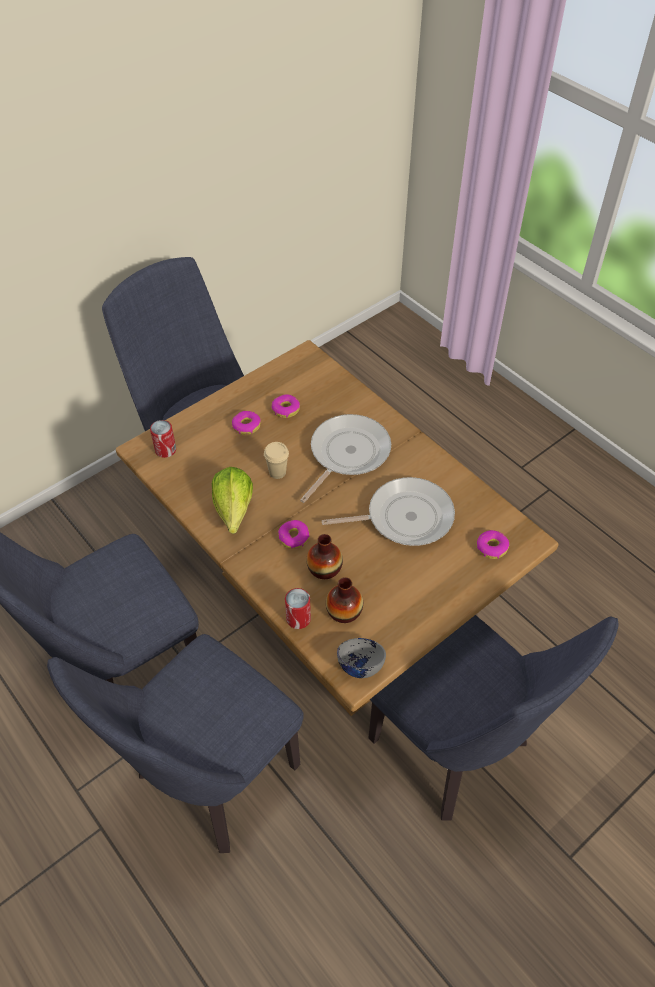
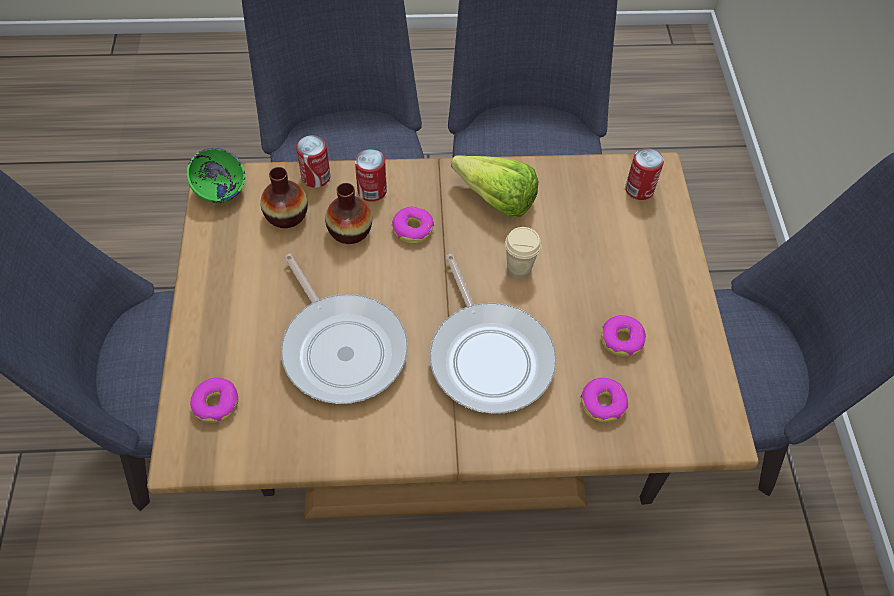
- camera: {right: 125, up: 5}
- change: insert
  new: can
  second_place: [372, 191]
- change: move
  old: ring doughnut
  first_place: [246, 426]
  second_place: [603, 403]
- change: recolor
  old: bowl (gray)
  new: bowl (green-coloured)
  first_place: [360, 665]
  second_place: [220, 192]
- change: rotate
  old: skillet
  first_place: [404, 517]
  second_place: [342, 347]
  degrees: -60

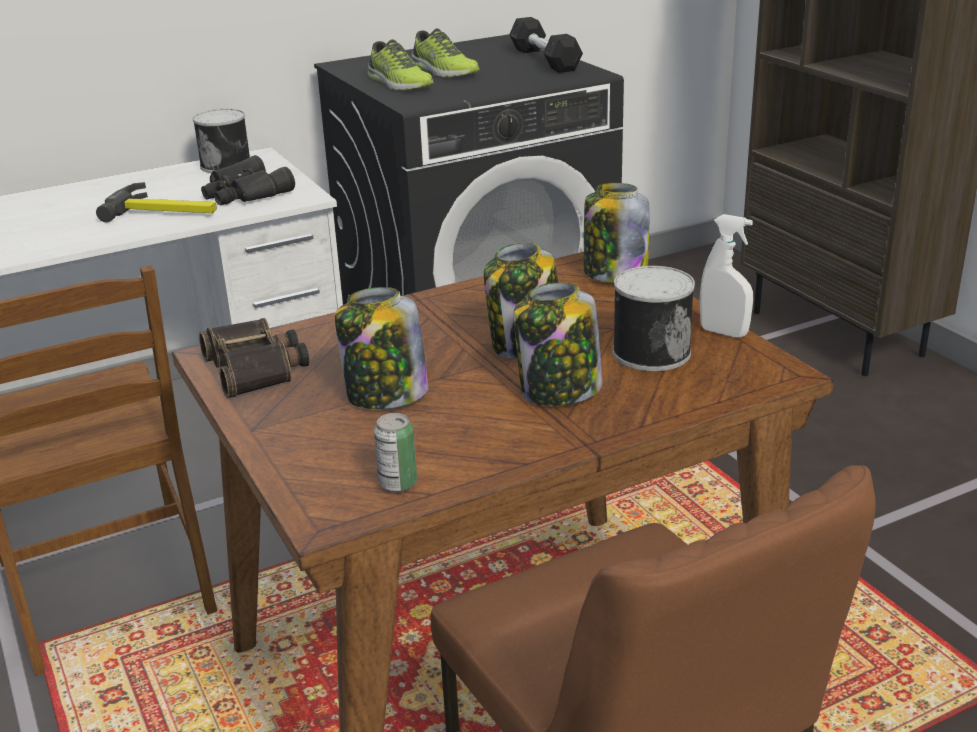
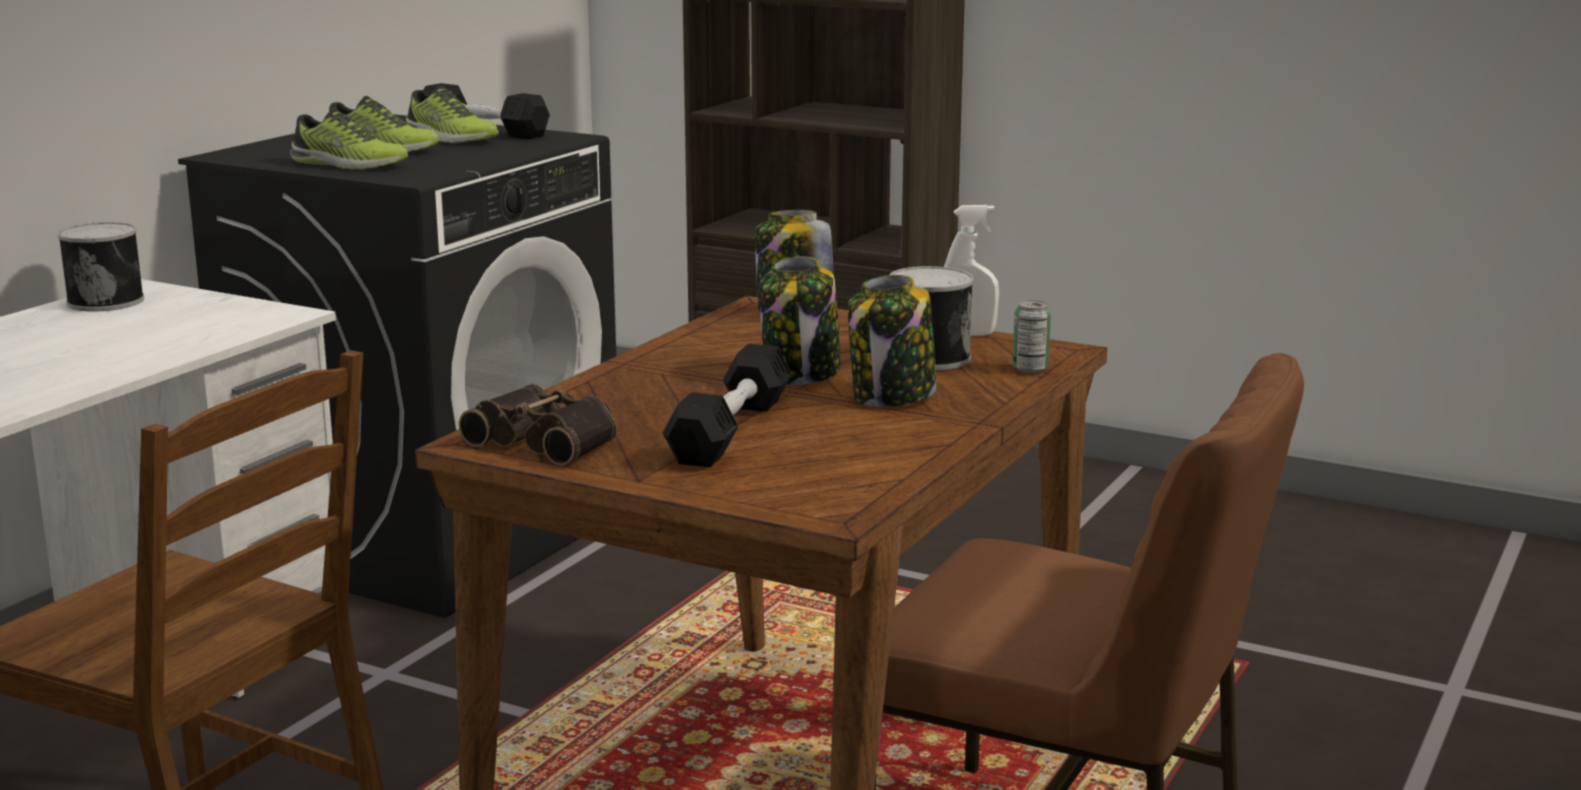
- camera: {right: -35, up: -10}
- change: delete
  old: hand hammer
  first_place: [165, 211]
- change: delete
  old: binoculars (black)
  first_place: [244, 194]
- change: insert
  new: item of footwear
  second_place: [449, 138]
- change: move
  old: can
  first_place: [398, 483]
  second_place: [1030, 369]
- change: replace
  old: jar
  new: free weight (black)
  first_place: [385, 395]
  second_place: [730, 431]

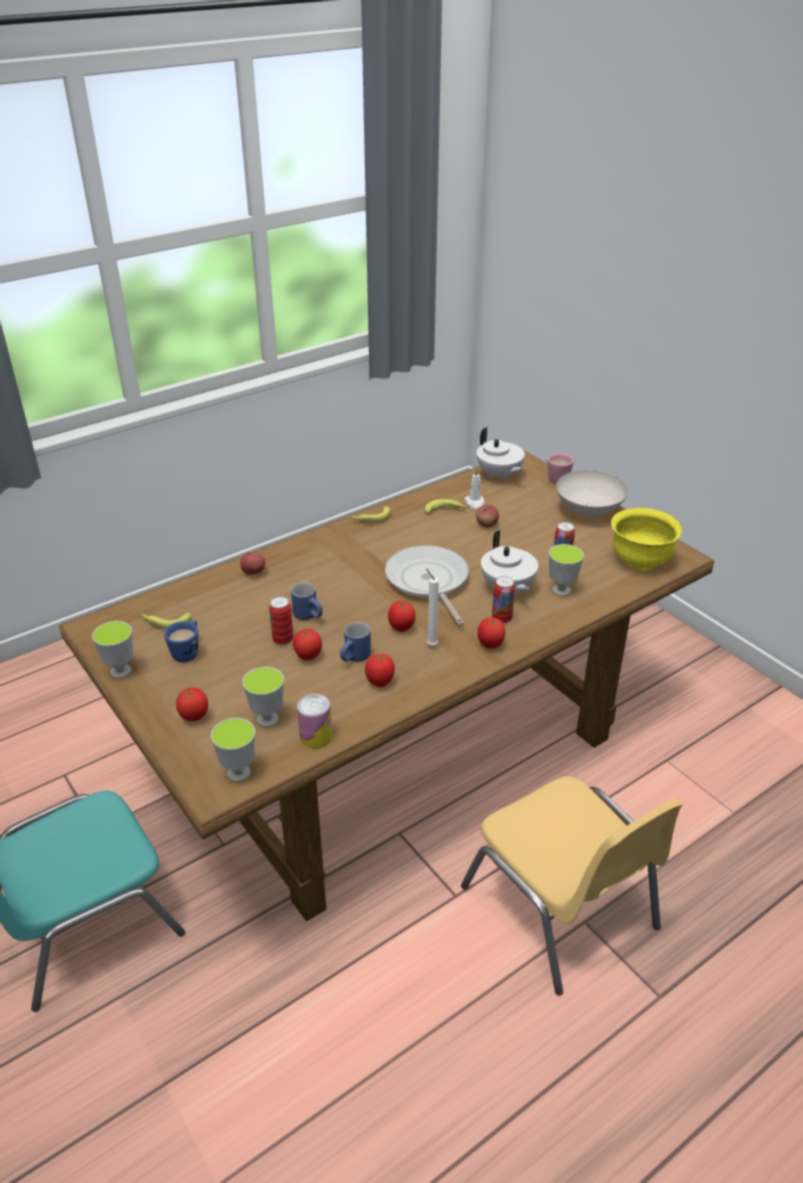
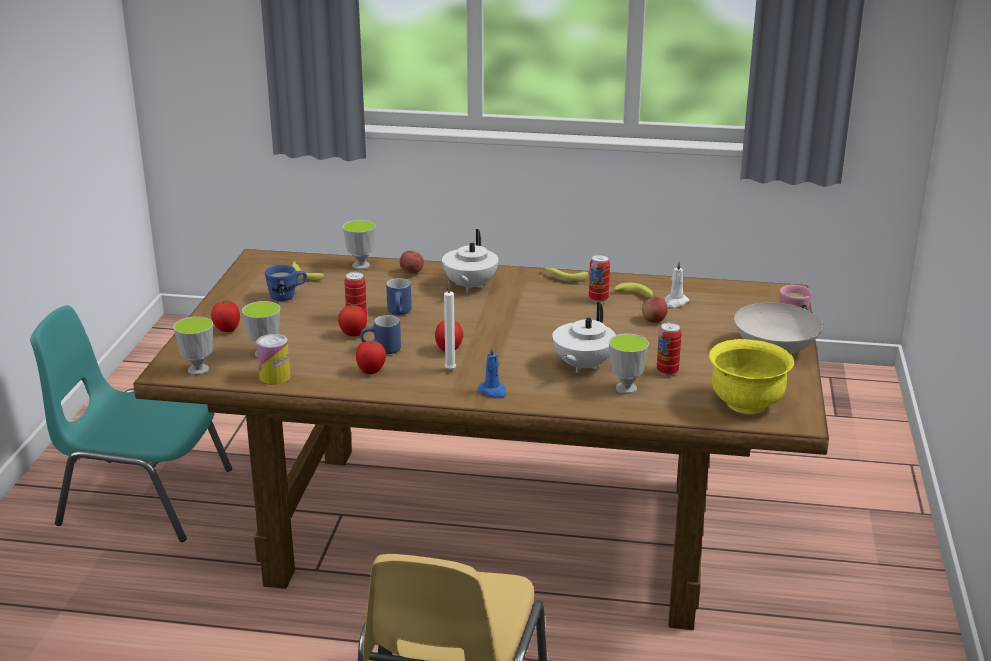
- camera: {right: 45, up: -10}
- change: delete
  old: skillet
  first_place: [428, 581]
- change: move
  old: cup
  first_place: [121, 671]
  second_place: [361, 265]
- change: move
  old: tea pot (white-coloured)
  first_place: [499, 475]
  second_place: [469, 286]
- change: move
  old: can
  first_place: [501, 618]
  second_place: [598, 299]
- change: replace
  old: tomato
  new: wax light (bluish)
  first_place: [490, 645]
  second_place: [493, 391]

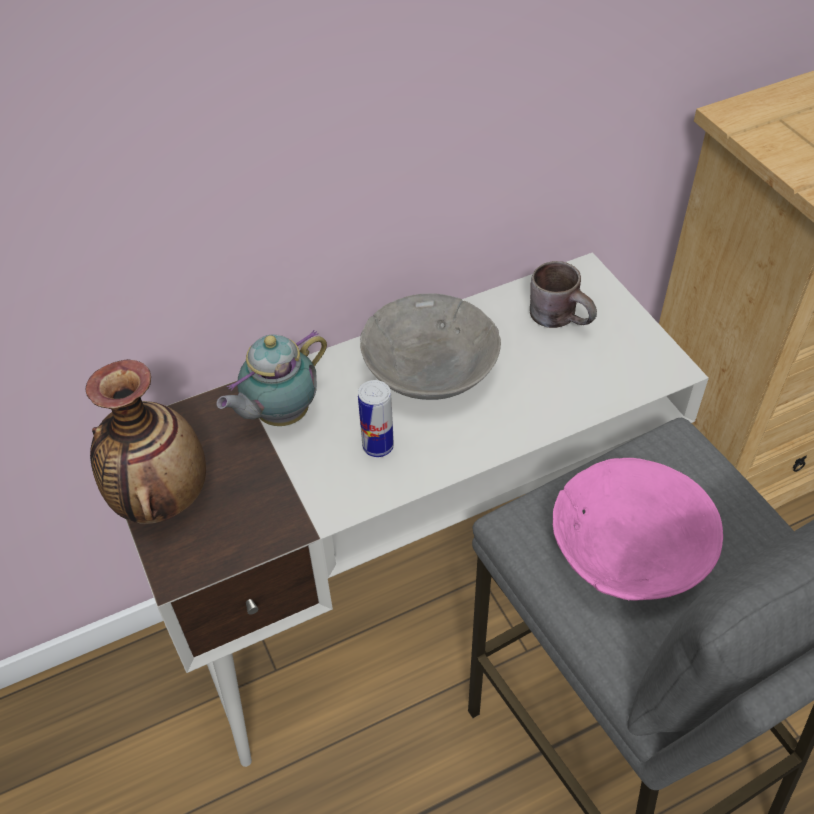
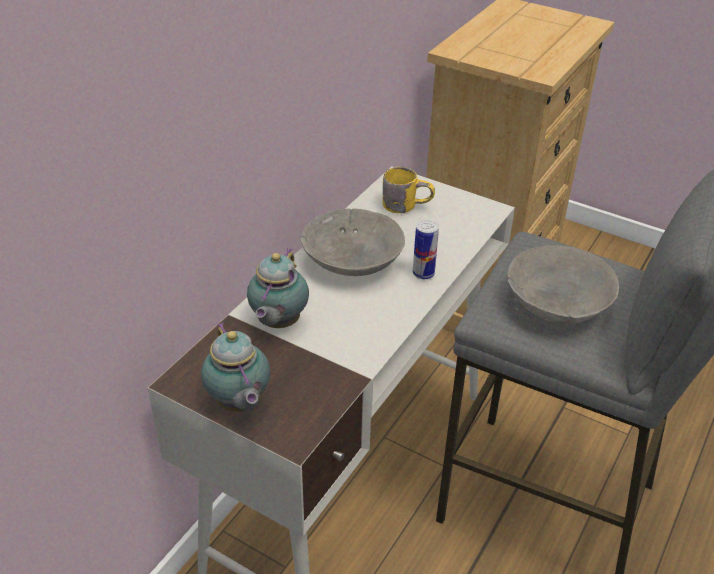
- camera: {right: -35, up: -10}
- change: move
  old: can
  first_place: [378, 446]
  second_place: [423, 273]
- change: replace
  old: flower vase
  new: tea pot
  first_place: [160, 497]
  second_place: [239, 404]
- change: recolor
  old: coffee mug (brown-coloured)
  new: coffee mug (yellow)
  first_place: [562, 316]
  second_place: [406, 205]
- change: recolor
  old: bowl (pink)
  new: bowl (gray)
  first_place: [630, 549]
  second_place: [557, 302]

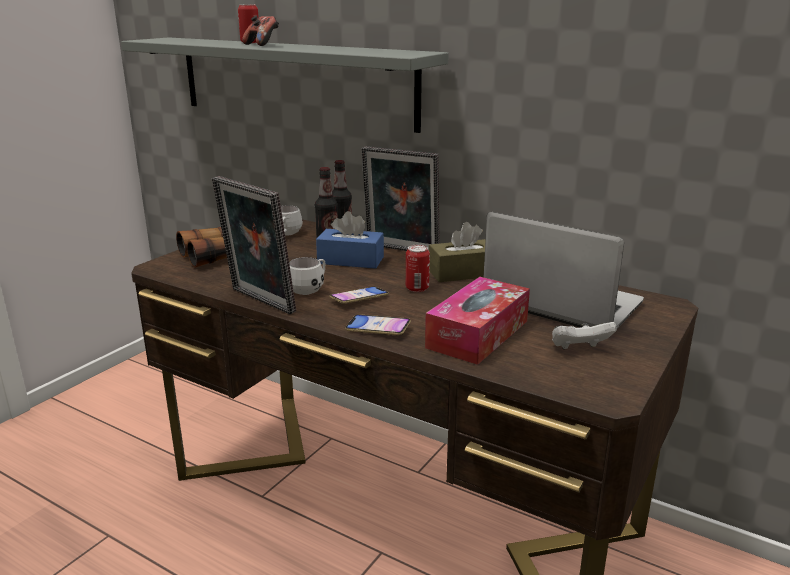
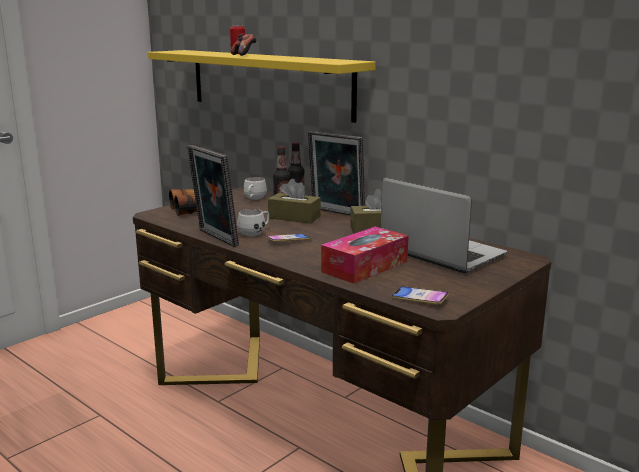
- camera: {right: 10, up: -5}
- change: delete
  old: can
  first_place: [417, 288]
- change: delete
  old: gamepad (white-coloured)
  first_place: [579, 349]
- change: move
  old: telephone
  first_place: [378, 329]
  second_place: [419, 299]
- change: recolor
  old: bracket shelf (gray)
  new: bracket shelf (yellow)
  first_place: [293, 81]
  second_place: [268, 83]
- change: recolor
  old: tissue box (bluish)
  new: tissue box (brown-coloured)
  first_place: [350, 260]
  second_place: [294, 217]

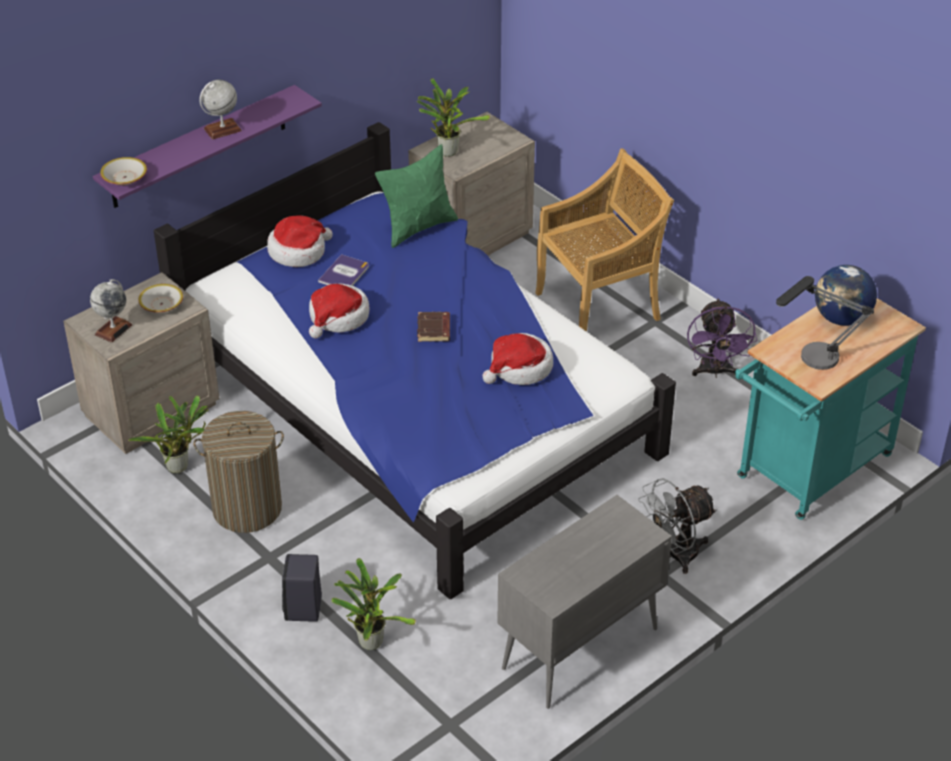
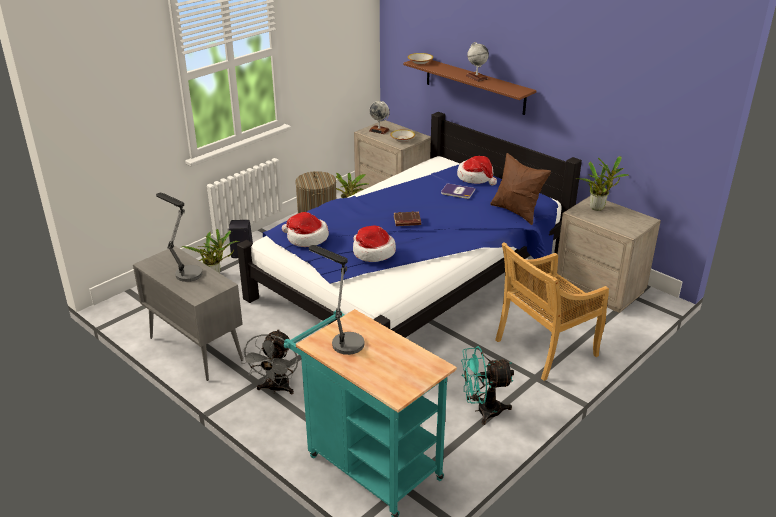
- camera: {right: 85, up: -10}
- change: delete
  old: desk globe
  first_place: [841, 319]
- change: insert
  new: table lamp
  second_place: [185, 271]
- change: move
  old: hat
  first_place: [338, 317]
  second_place: [306, 238]
- change: recolor
  old: bracket shelf (purple)
  new: bracket shelf (brown-coloured)
  first_place: [199, 147]
  second_place: [474, 85]
- change: recolor
  old: throw pillow (green-coloured)
  new: throw pillow (brown-coloured)
  first_place: [418, 227]
  second_place: [517, 212]
- change: recolor
  old: cooling fan (purple)
  new: cooling fan (turquoise-coloured)
  first_place: [715, 372]
  second_place: [482, 410]
- change: rotate
  old: upright chair (beige-coloured)
  first_place: [599, 305]
  second_place: [544, 349]
  degrees: 90
- change: rotate
  old: cooling fan (gray)
  first_place: [674, 555]
  second_place: [276, 389]
  degrees: -135

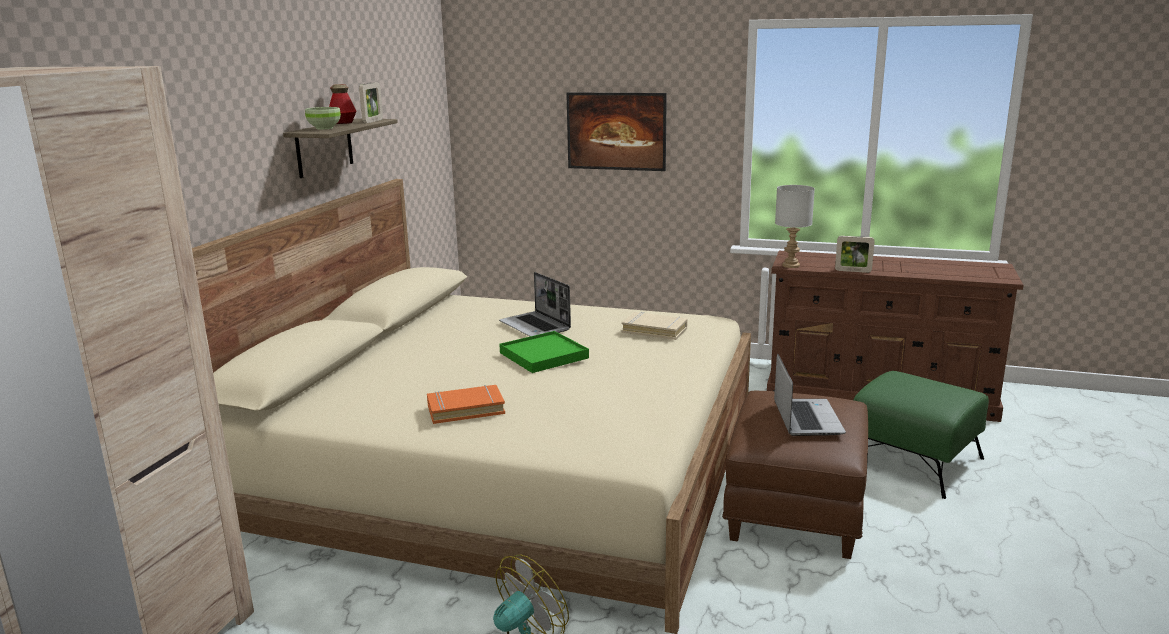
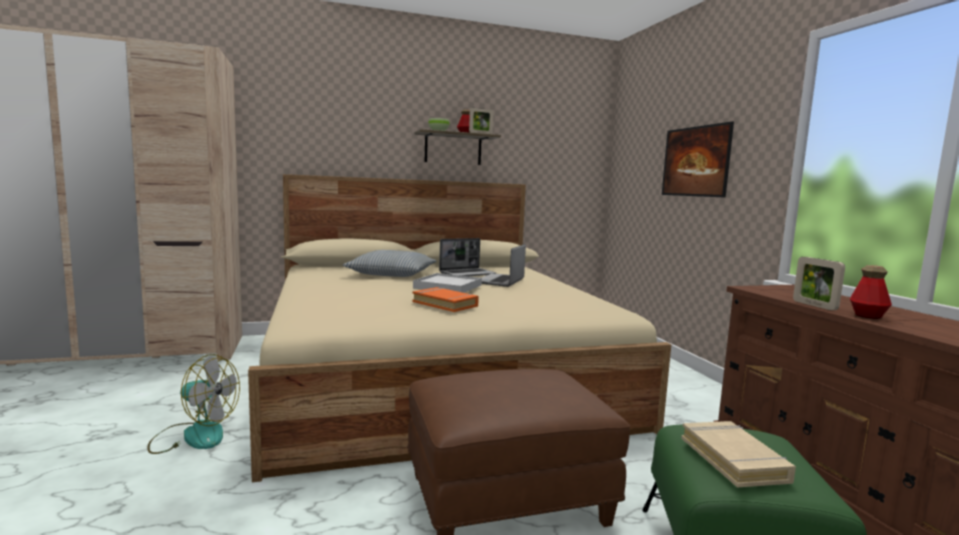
- camera: {right: 55, up: -10}
- change: delete
  old: table lamp (gray)
  first_place: [791, 265]
- change: insert
  new: throw pillow
  second_place: [392, 274]
- change: insert
  new: drink bottle
  second_place: [867, 316]
- change: move
  old: book (orangey)
  first_place: [465, 409]
  second_place: [445, 304]
- change: move
  old: book (beige-coloured)
  first_place: [654, 330]
  second_place: [734, 459]
- change: move
  old: laptop
  first_place: [806, 418]
  second_place: [467, 273]
- change: recolor
  old: carrying tray (green-coloured)
  new: carrying tray (white-coloured)
  first_place: [544, 355]
  second_place: [448, 286]

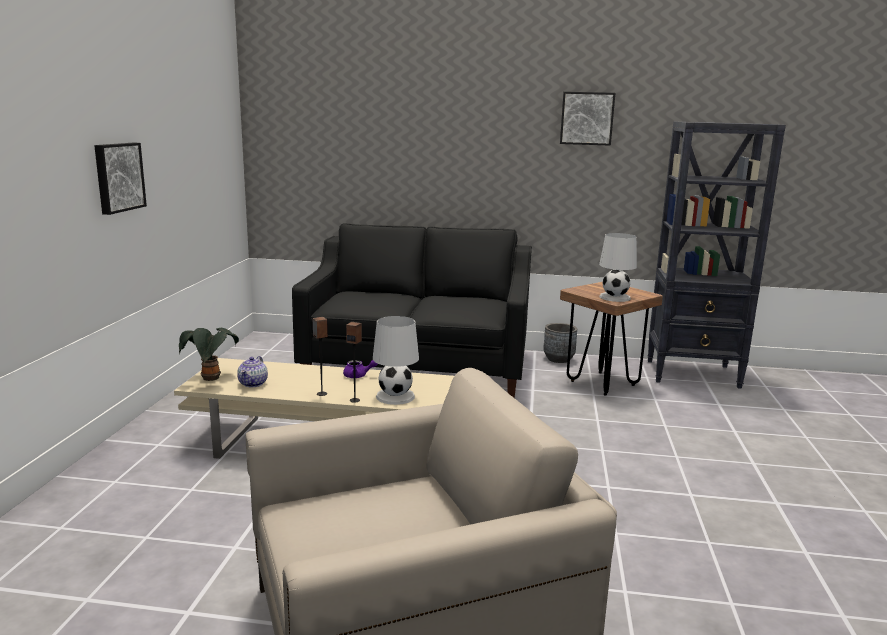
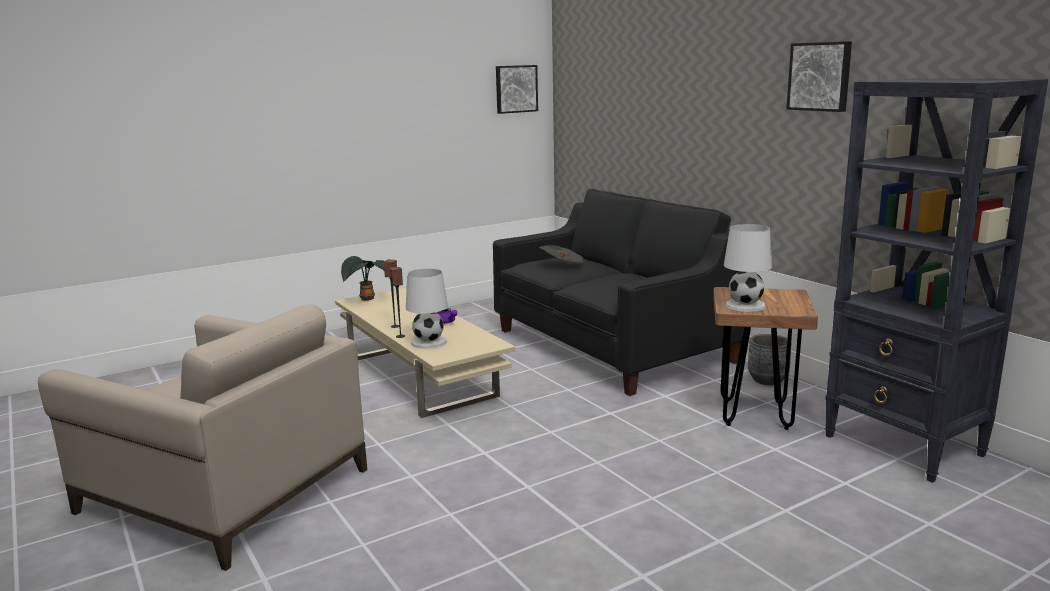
- camera: {right: 50, up: 0}
- change: delete
  old: tea pot
  first_place: [253, 383]
- change: insert
  new: daily paper
  second_place: [564, 266]
- change: move
  old: wall picture
  first_place: [118, 177]
  second_place: [515, 89]

